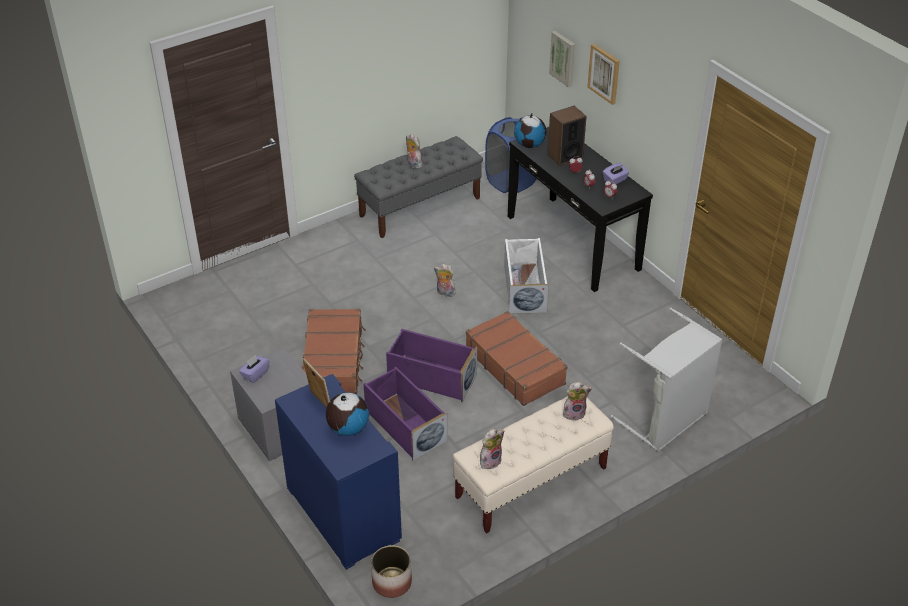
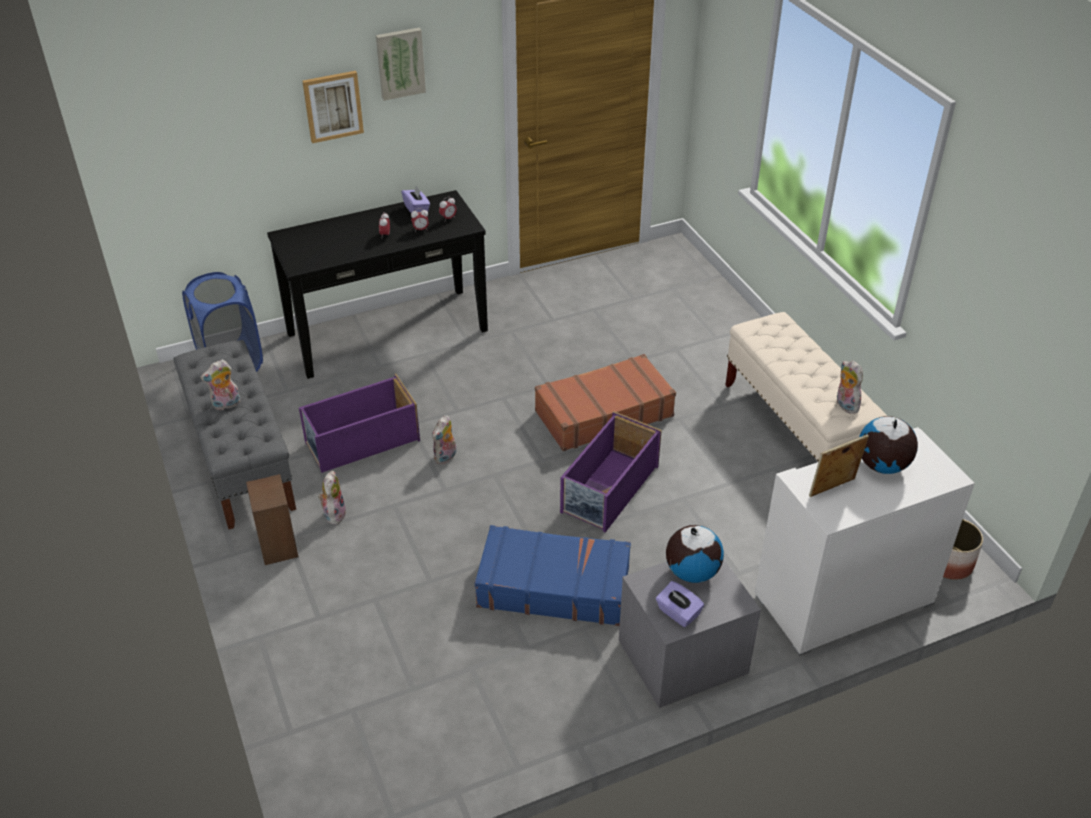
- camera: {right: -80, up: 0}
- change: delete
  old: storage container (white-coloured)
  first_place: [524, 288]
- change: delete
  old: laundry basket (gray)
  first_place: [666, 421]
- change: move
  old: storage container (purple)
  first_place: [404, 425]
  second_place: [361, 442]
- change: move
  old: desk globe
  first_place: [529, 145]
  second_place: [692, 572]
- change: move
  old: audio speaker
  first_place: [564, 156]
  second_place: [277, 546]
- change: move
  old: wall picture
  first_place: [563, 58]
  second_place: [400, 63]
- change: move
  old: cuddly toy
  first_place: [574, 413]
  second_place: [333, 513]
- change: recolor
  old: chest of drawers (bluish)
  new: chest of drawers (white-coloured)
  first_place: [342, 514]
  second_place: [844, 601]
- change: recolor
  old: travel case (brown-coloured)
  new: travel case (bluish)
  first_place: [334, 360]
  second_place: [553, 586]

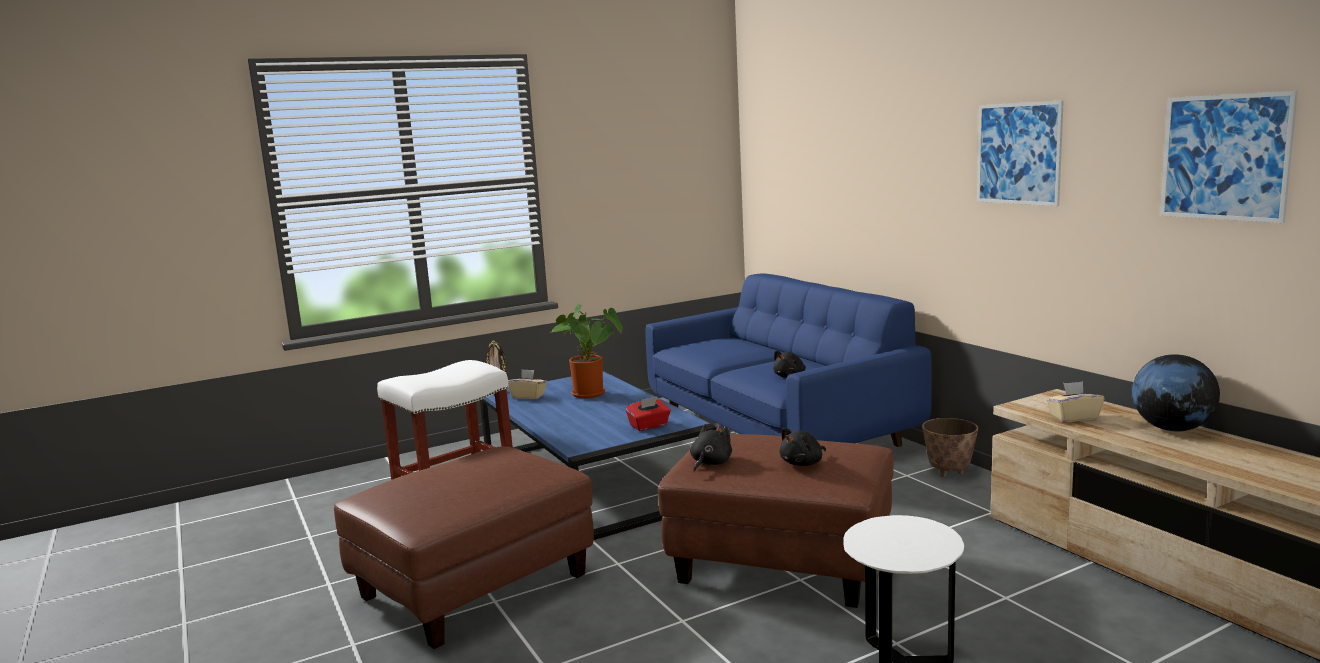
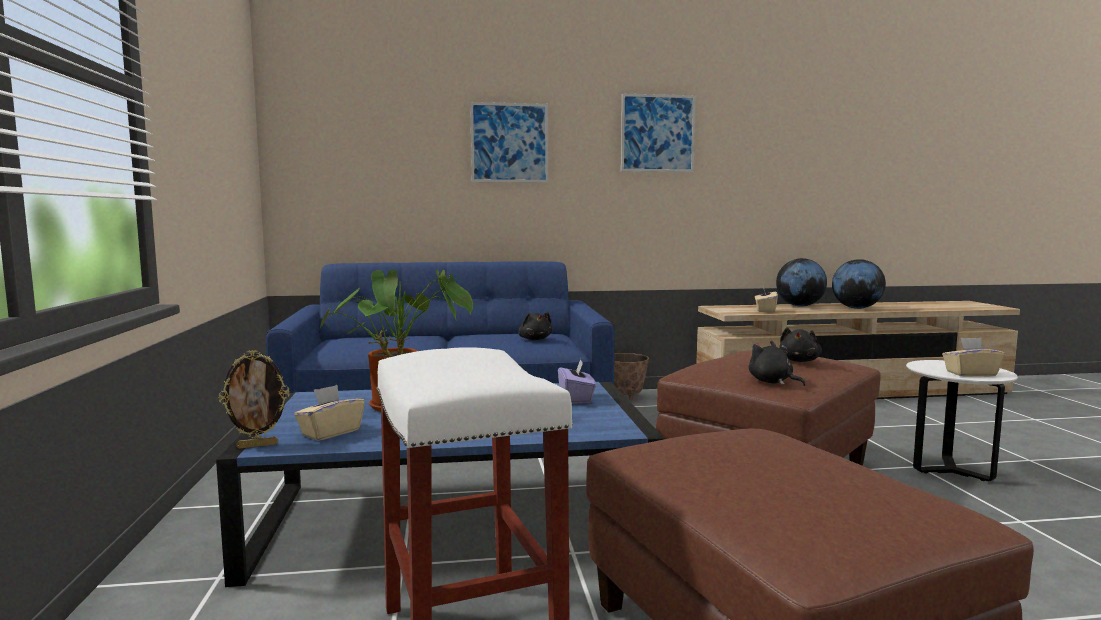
- camera: {right: -70, up: -5}
- change: insert
  new: desk globe
  second_place: [856, 308]
- change: insert
  new: tissue box (beige-coloured)
  second_place: [970, 374]
- change: move
  old: wall picture
  first_place: [1224, 157]
  second_place: [509, 143]
- change: recolor
  old: tissue box (red)
  new: tissue box (purple)
  first_place: [649, 426]
  second_place: [576, 398]
- change: rotate
  old: cuddly toy (black)
  first_place: [803, 463]
  second_place: [799, 361]
  degrees: 45

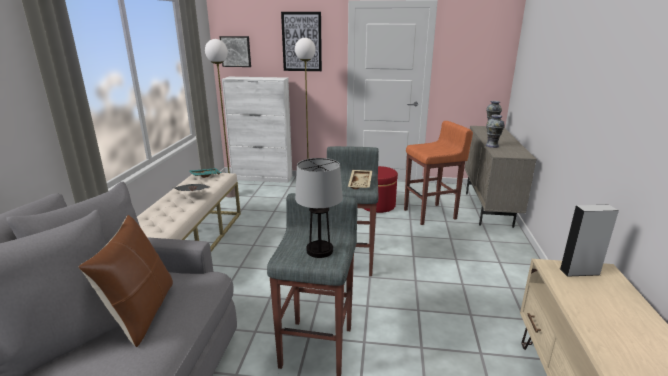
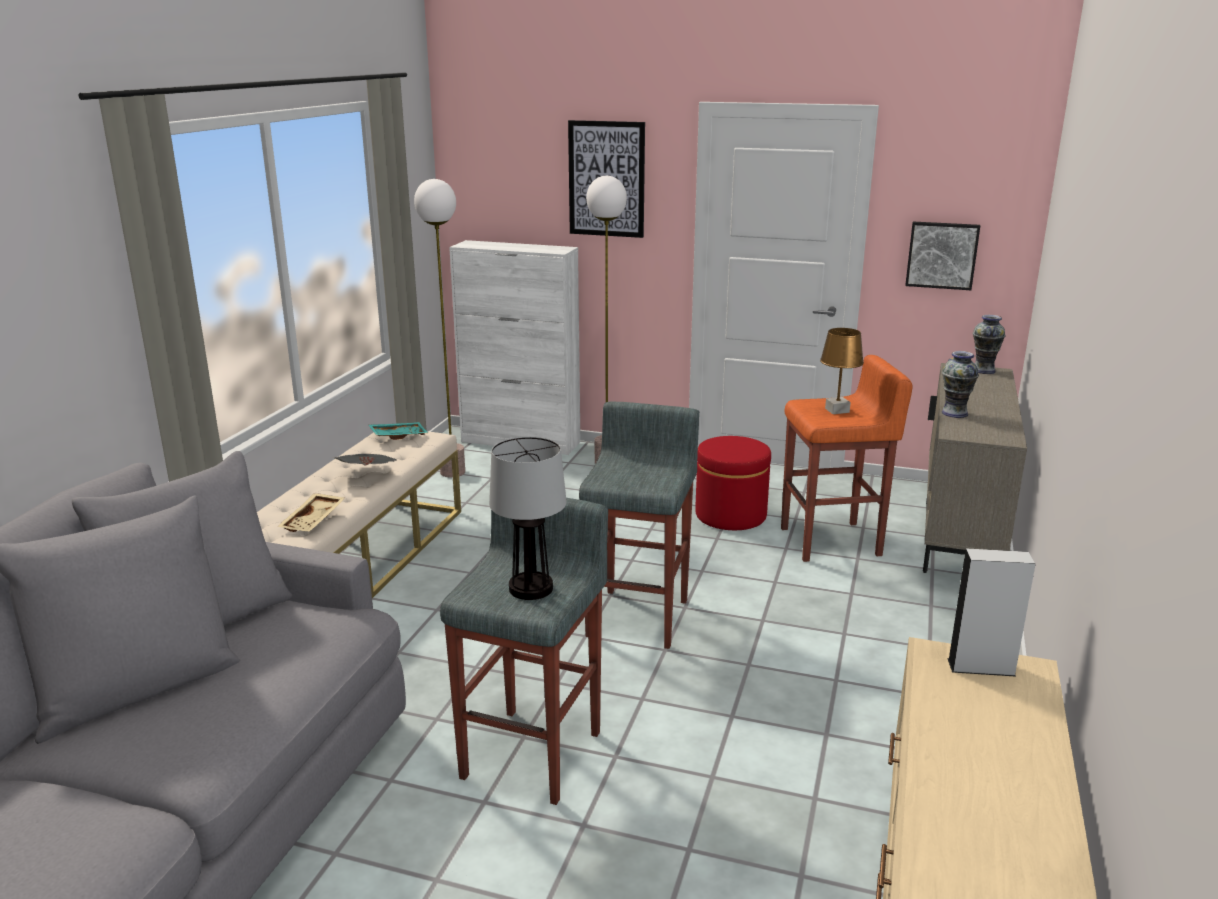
- camera: {right: 10, up: 0}
- change: delete
  old: throw pillow (brown-coloured)
  first_place: [141, 313]
- change: insert
  new: table lamp (brown-coloured)
  second_place: [837, 410]
- change: move
  old: wall picture
  first_place: [236, 51]
  second_place: [942, 255]
- change: move
  old: carrying tray (beige-coloured)
  first_place: [361, 183]
  second_place: [314, 521]

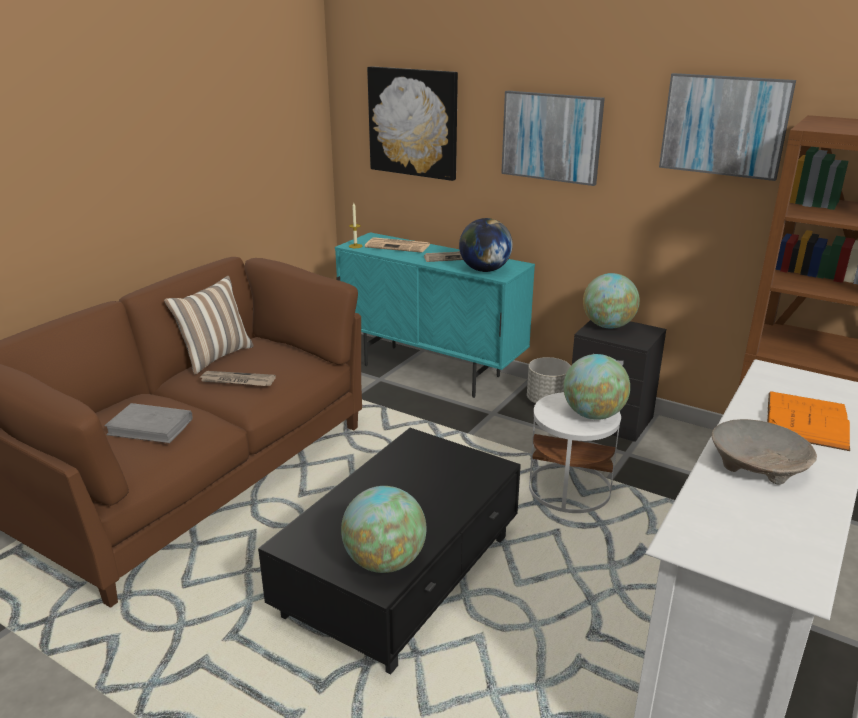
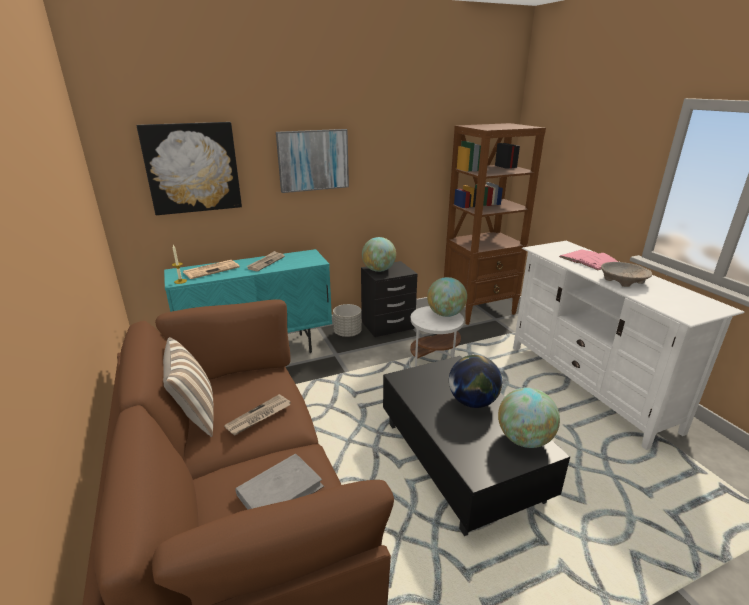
- camera: {right: -55, up: 0}
- change: delete
  old: wall picture
  first_place: [724, 125]
- change: move
  old: desk globe
  first_place: [484, 270]
  second_place: [472, 402]
- change: recolor
  old: book (orangey)
  new: book (pink)
  first_place: [806, 420]
  second_place: [588, 260]

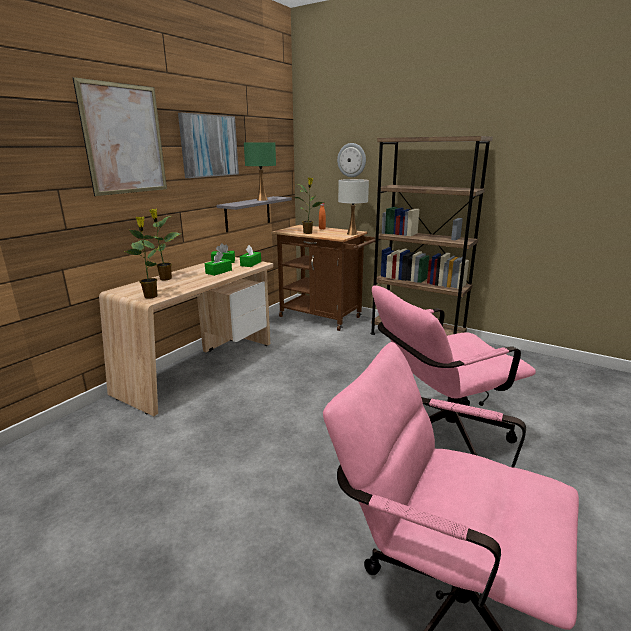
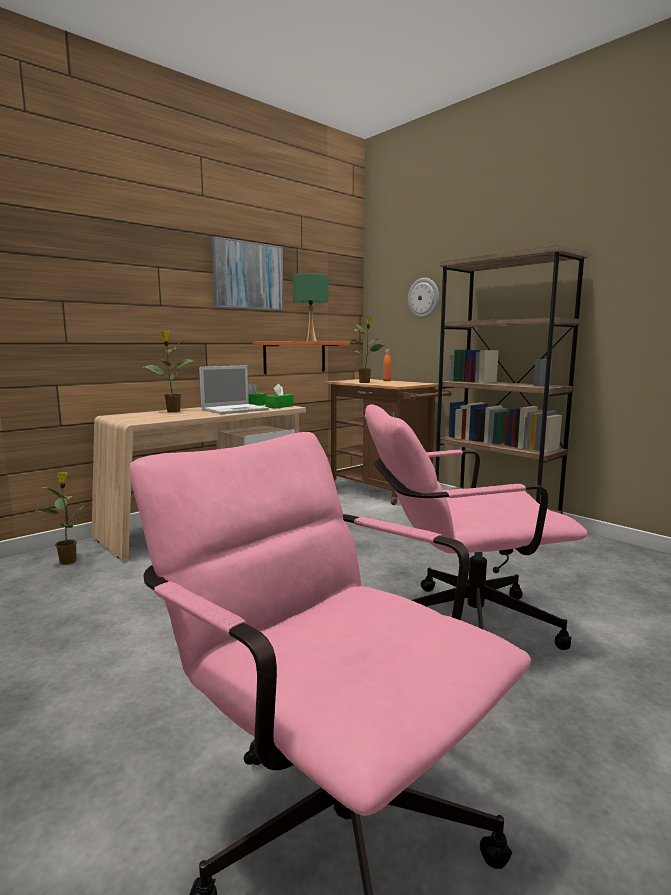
- camera: {right: 15, up: -10}
- change: delete
  old: wall picture
  first_place: [124, 139]
- change: delete
  old: table lamp (white-coloured)
  first_place: [352, 234]
- change: move
  old: plant in a pot
  first_place: [150, 296]
  second_place: [68, 561]
- change: replace
  old: tissue box (green-coloured)
  new: laptop
  first_place: [218, 272]
  second_place: [236, 409]
- change: recolor
  old: bracket shelf (gray)
  new: bracket shelf (orangey)
  first_place: [248, 213]
  second_place: [295, 357]

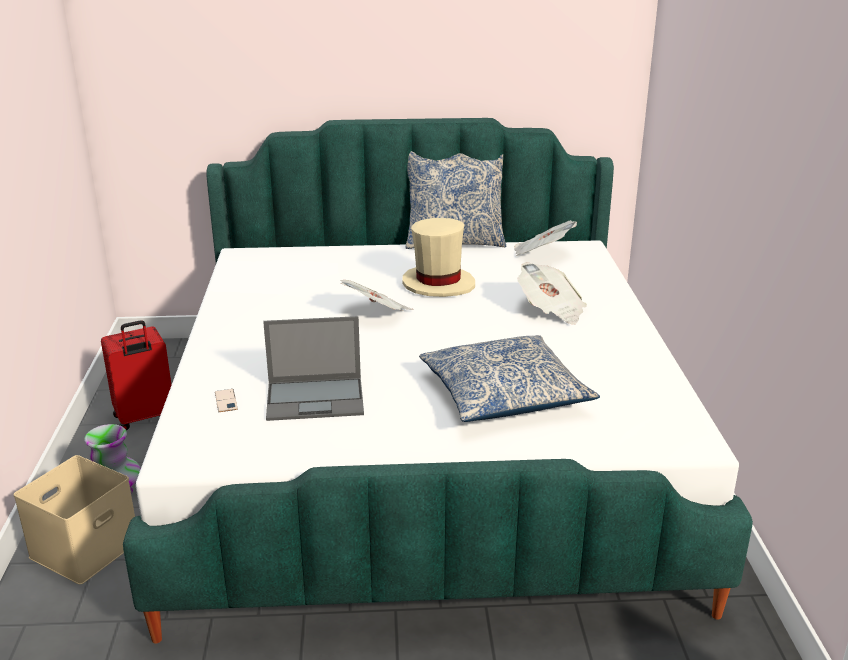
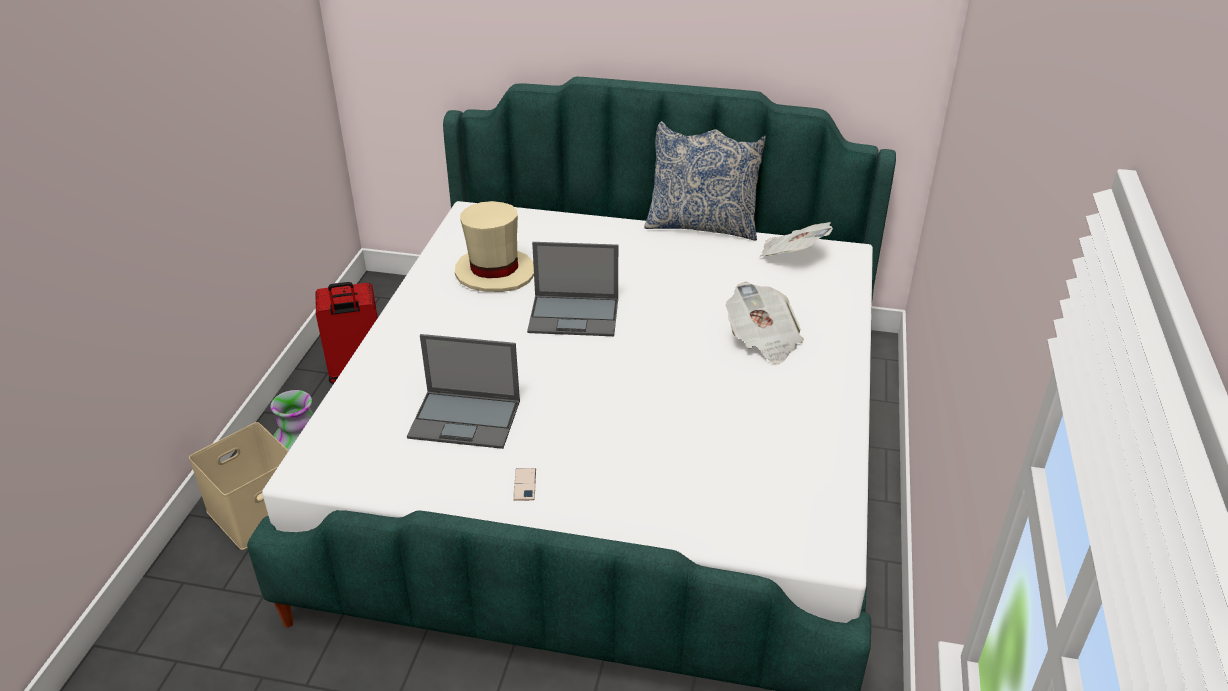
- camera: {right: 15, up: 10}
- change: delete
  old: throw pillow
  first_place: [504, 394]
- change: move
  old: telephone
  first_place: [226, 401]
  second_place: [525, 484]
- change: move
  old: hat (beige-coloured)
  first_place: [438, 284]
  second_place: [494, 272]
- change: replace
  old: daily paper
  new: laptop
  first_place: [377, 313]
  second_place: [575, 315]

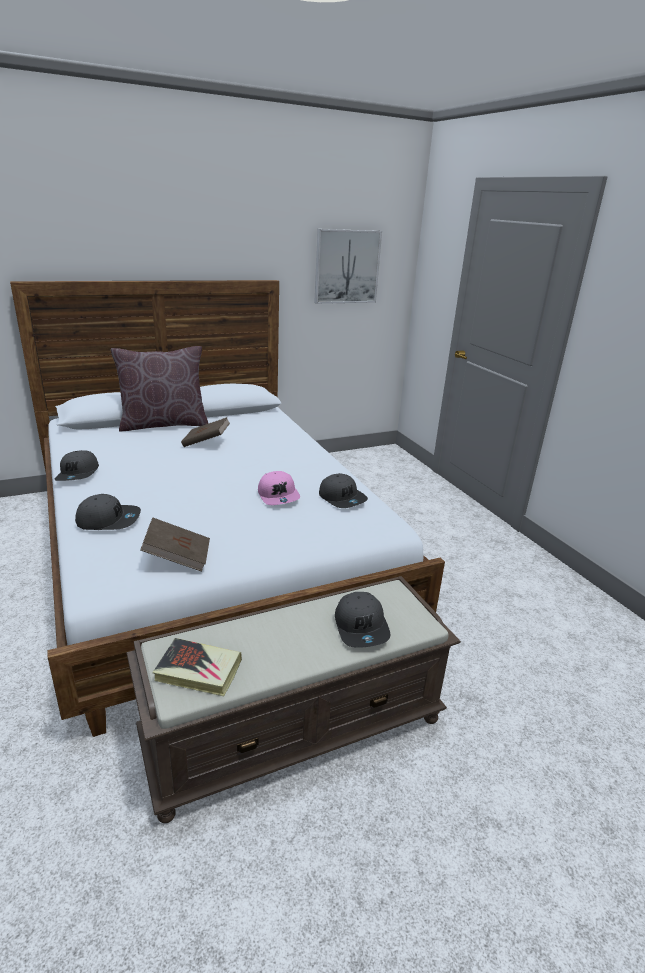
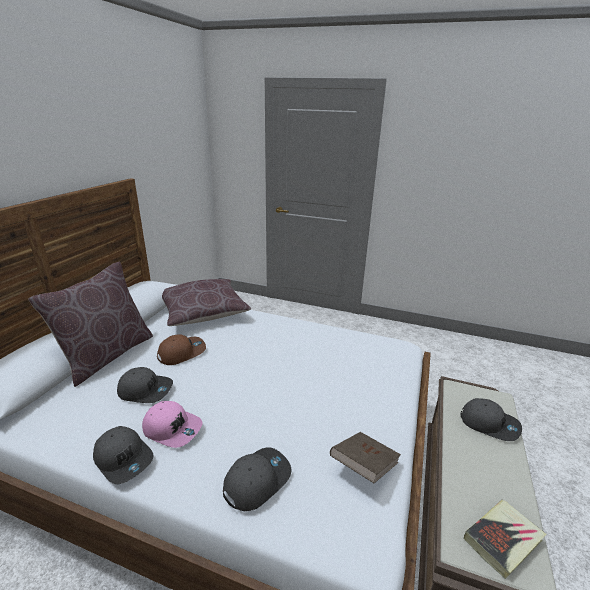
- camera: {right: -45, up: 0}
- change: delete
  old: wall picture
  first_place: [346, 266]
- change: insert
  new: throw pillow (brown-coloured)
  second_place: [203, 312]
- change: move
  old: baseball cap (pink)
  first_place: [279, 496]
  second_place: [173, 428]
- change: move
  old: baseball cap (gray)
  first_place: [342, 498]
  second_place: [145, 390]
- change: replace
  old: book (brown-coloured)
  new: baseball cap (brown-coloured)
  first_place: [206, 443]
  second_place: [182, 352]

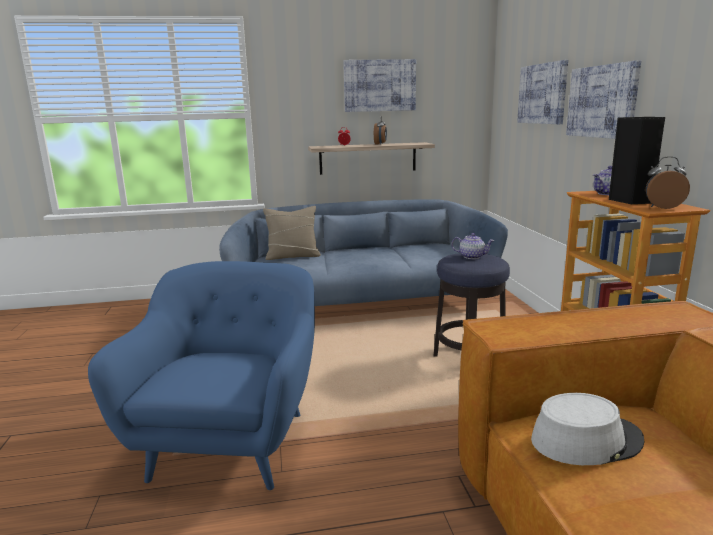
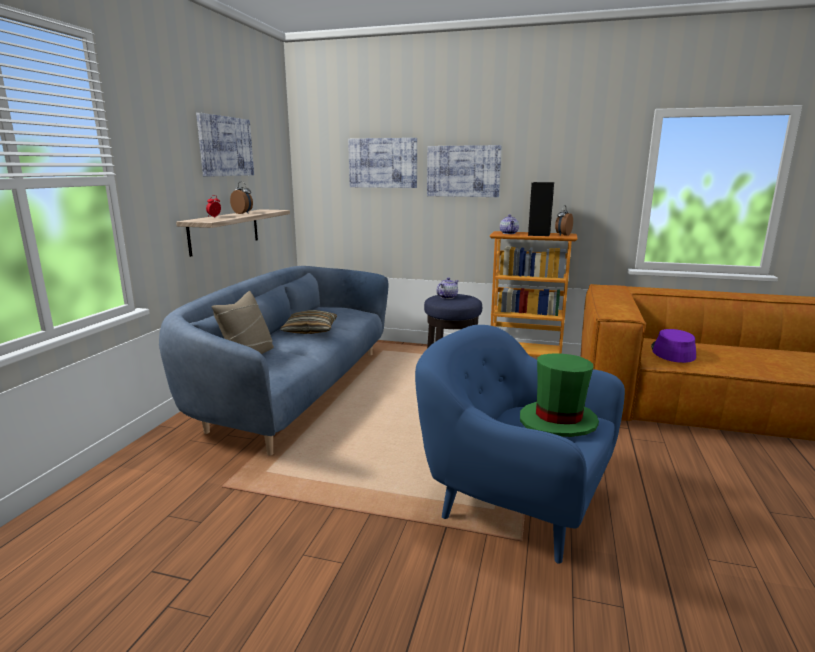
- camera: {right: -65, up: 0}
- change: insert
  new: throw pillow
  second_place: [310, 330]
- change: insert
  new: hat (green-coloured)
  second_place: [558, 421]
- change: recolor
  old: hat (gray)
  new: hat (purple)
  first_place: [585, 440]
  second_place: [672, 352]

